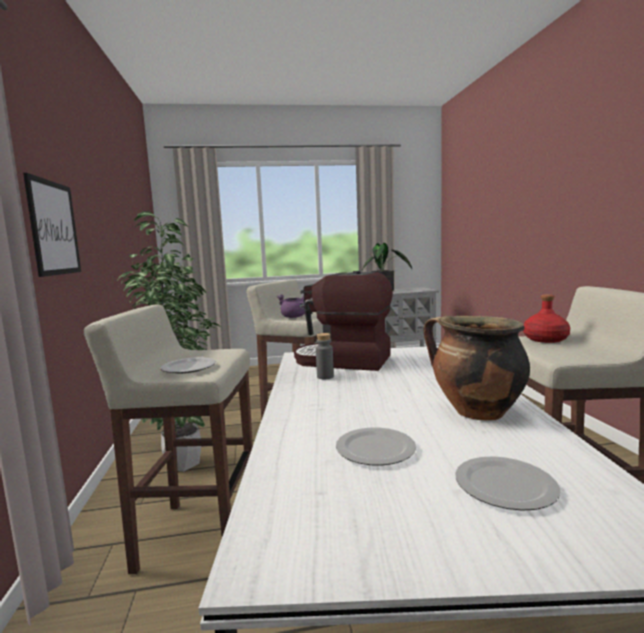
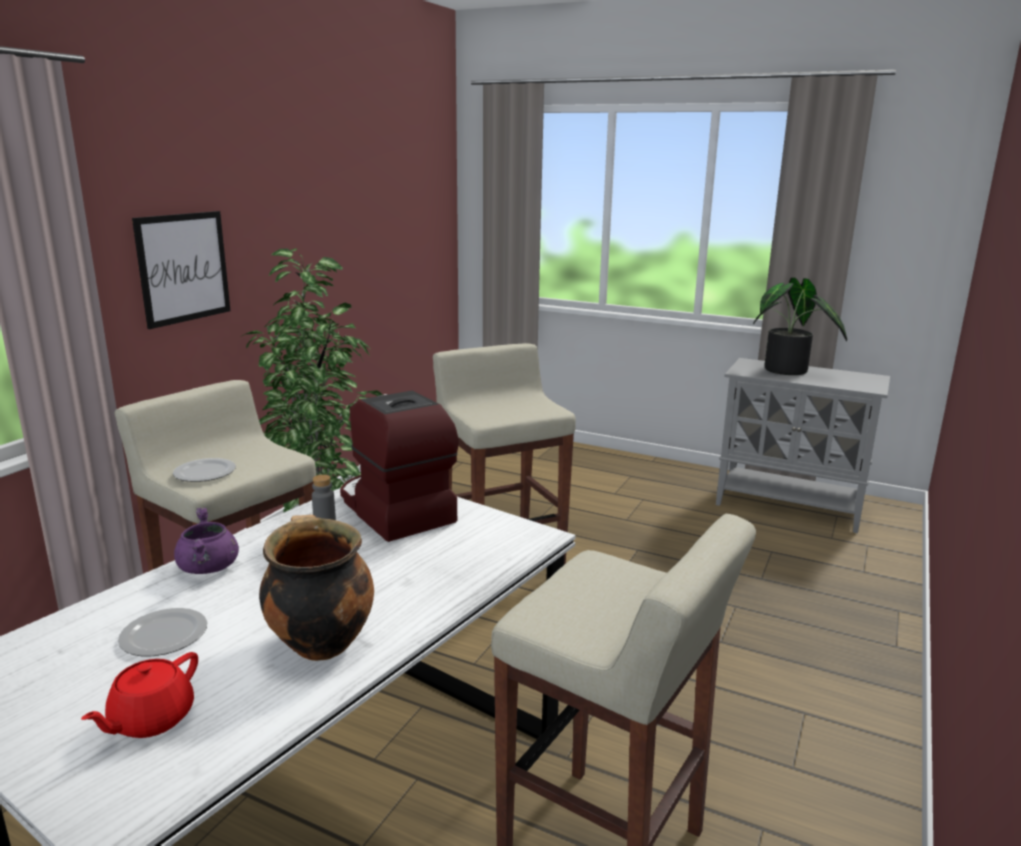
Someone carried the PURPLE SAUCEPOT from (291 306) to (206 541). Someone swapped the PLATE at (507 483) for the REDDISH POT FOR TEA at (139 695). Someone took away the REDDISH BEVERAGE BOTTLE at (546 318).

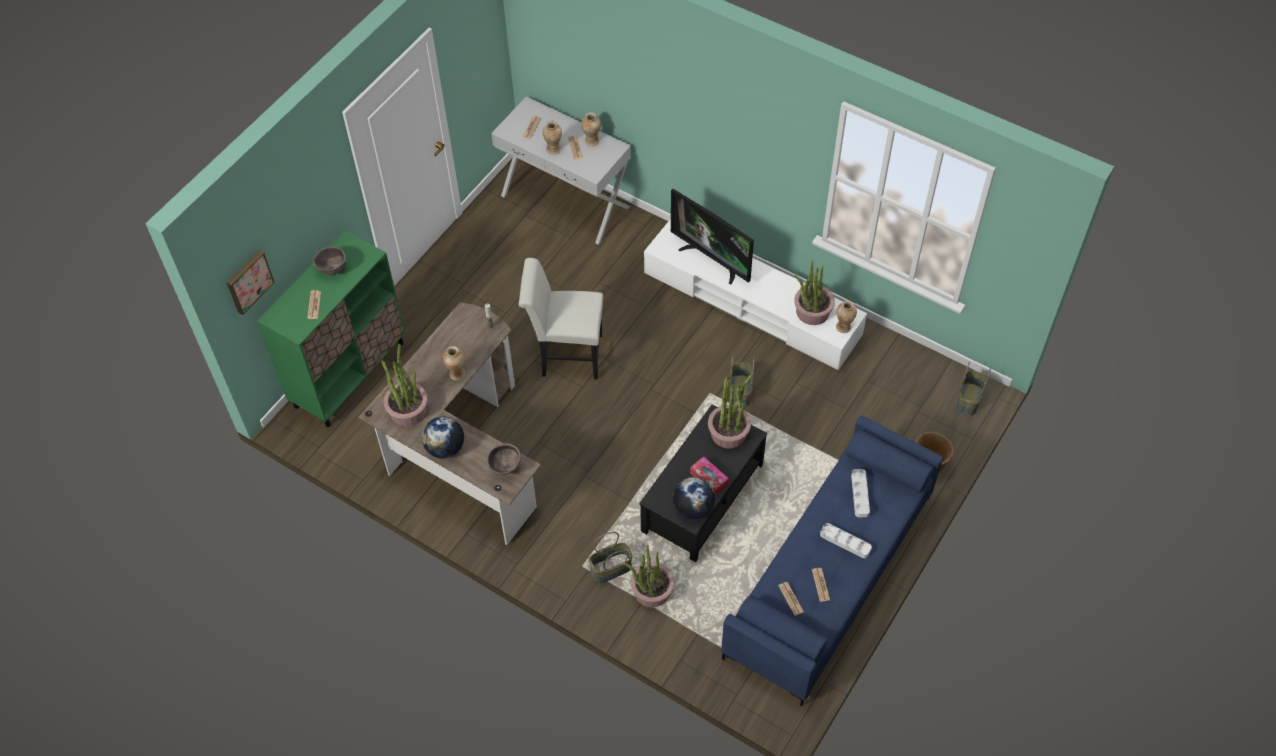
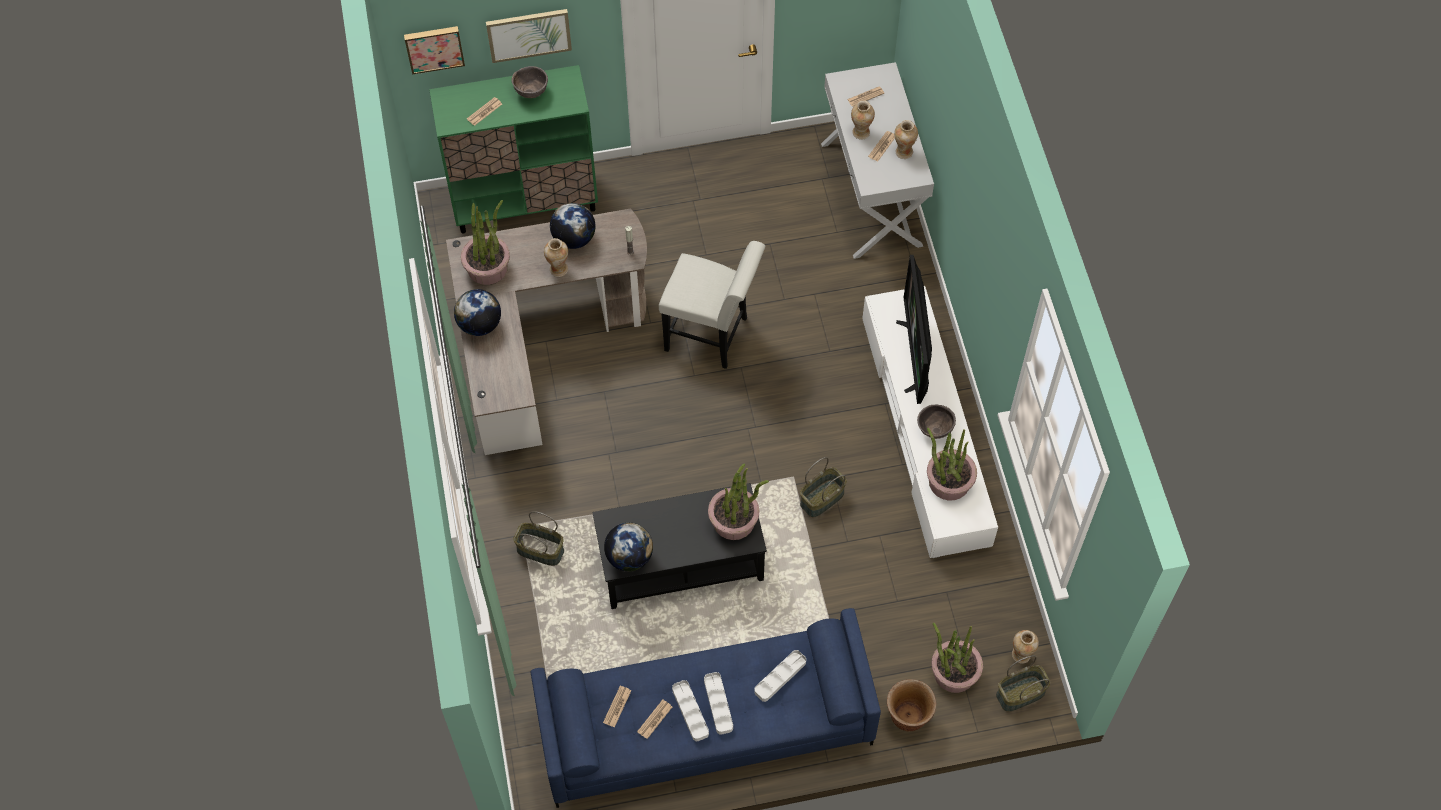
Someone carried the BROWN BOWL from (504 459) to (936 422). Someone rotated the WHITE-COLOURED CHAIR at (561 319) by 150 degrees clockwise. Someone carried the PLANT IN A POT from (649 576) to (957 658). Someone took away the TISSUE HOLDER at (709 476). Someone carried the VASE from (846 316) to (1025 647). Someone put up the WALL PICTURE at (529 36). Someone put down the WORLD GLOBE at (573 226). Someone put down the WHITE-COLOURED SERVING TRAY at (690 710).

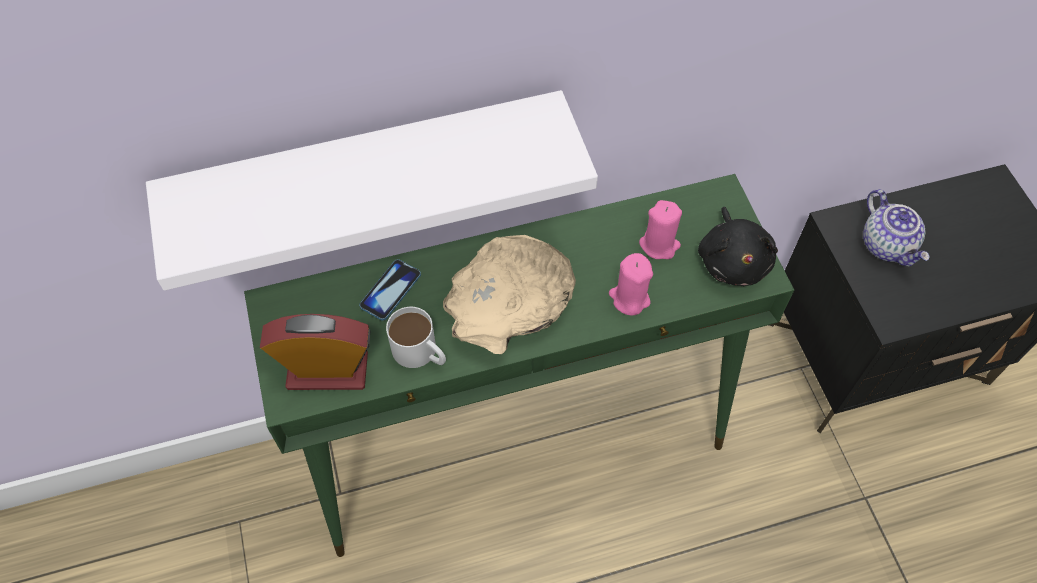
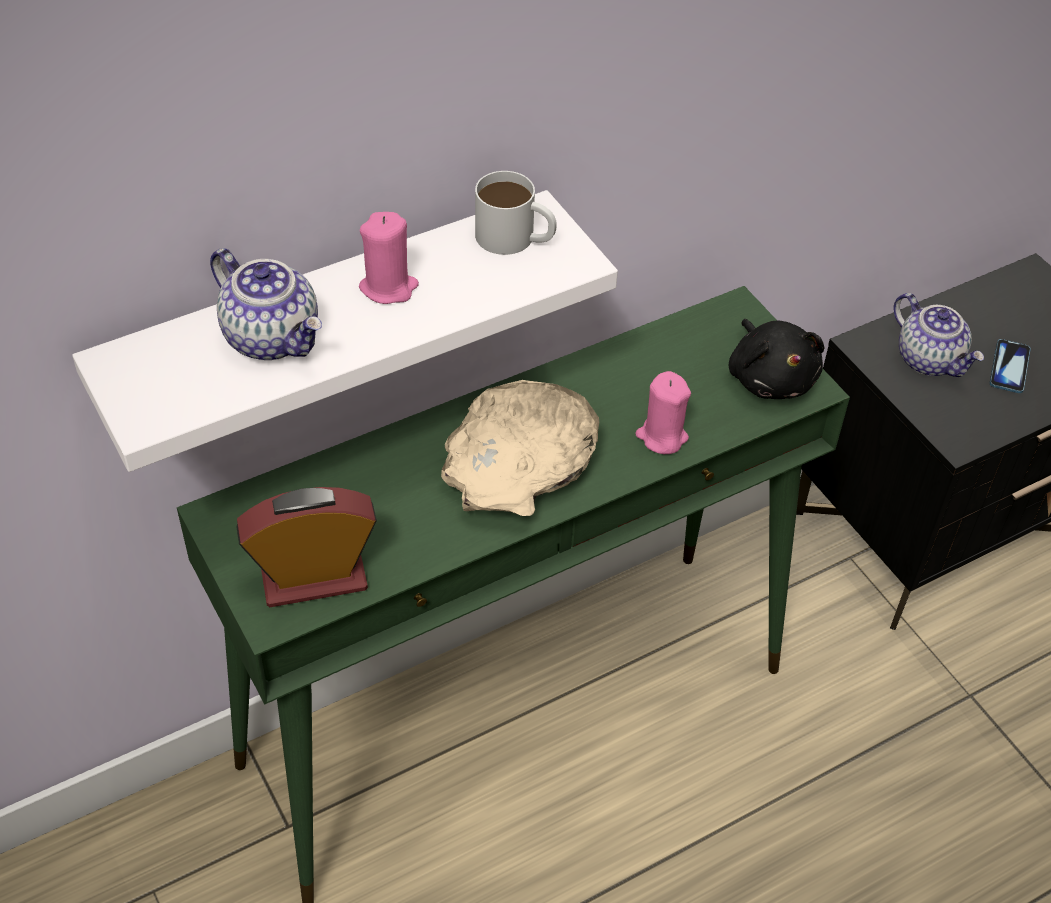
Someone carried the HANDSET from (390 290) to (1010 366). Someone carried the WHITE-COLOURED TEA MUG from (416 337) to (516 213). Someone carried the PINK CANDLE from (660 229) to (389 258). Someone put down the POT FOR TEA at (266 304).

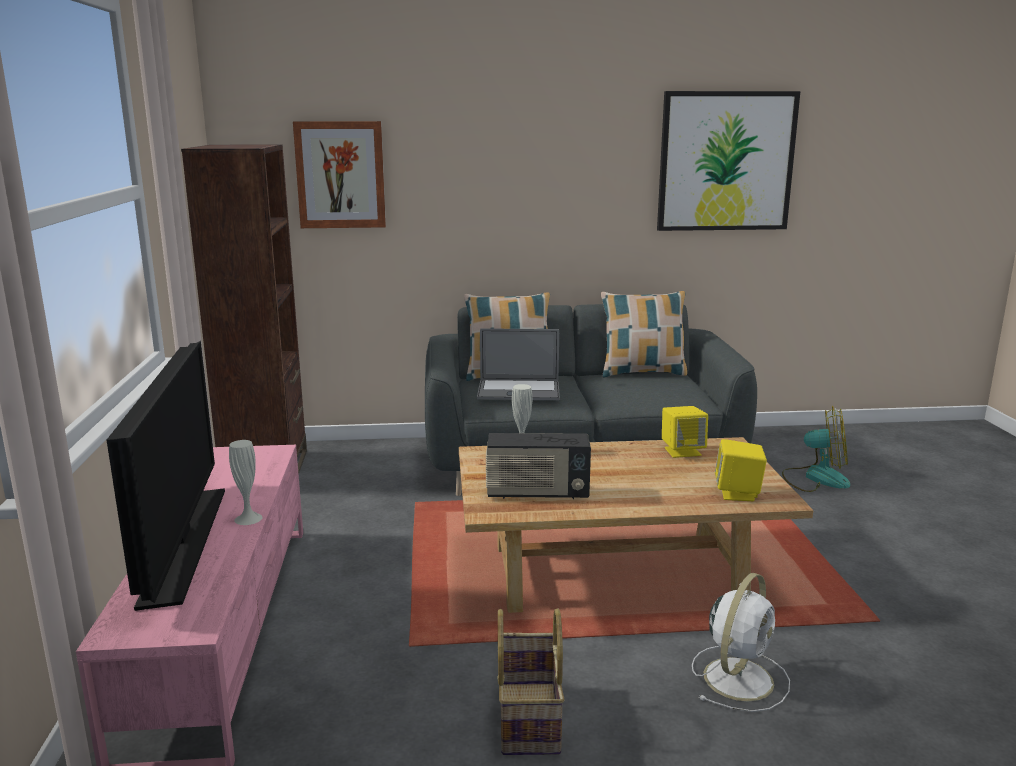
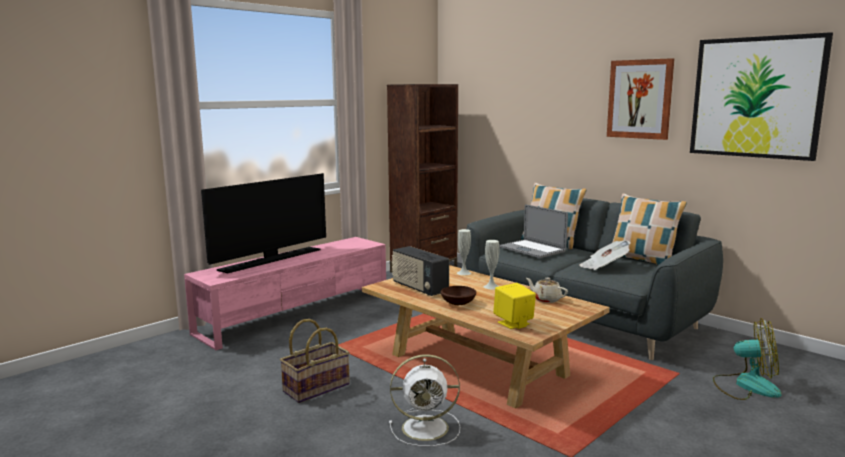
Someone carried the WHITE-COLOURED VASE from (246 482) to (492 264). Someone carried the WALL PICTURE from (339 174) to (640 99). Someone swapped the YELLOW AUDIO SPEAKER at (685 432) for the BEIGE-COLOURED POT FOR TEA at (547 290). Someone rotated the COOLING FAN at (816 449) by 45 degrees counterclockwise. Someone put down the BROWN BOWL at (458 295). Someone put down the NEWSPAPER at (605 255).

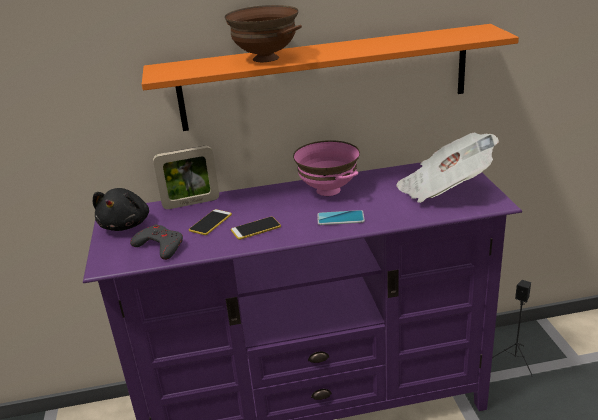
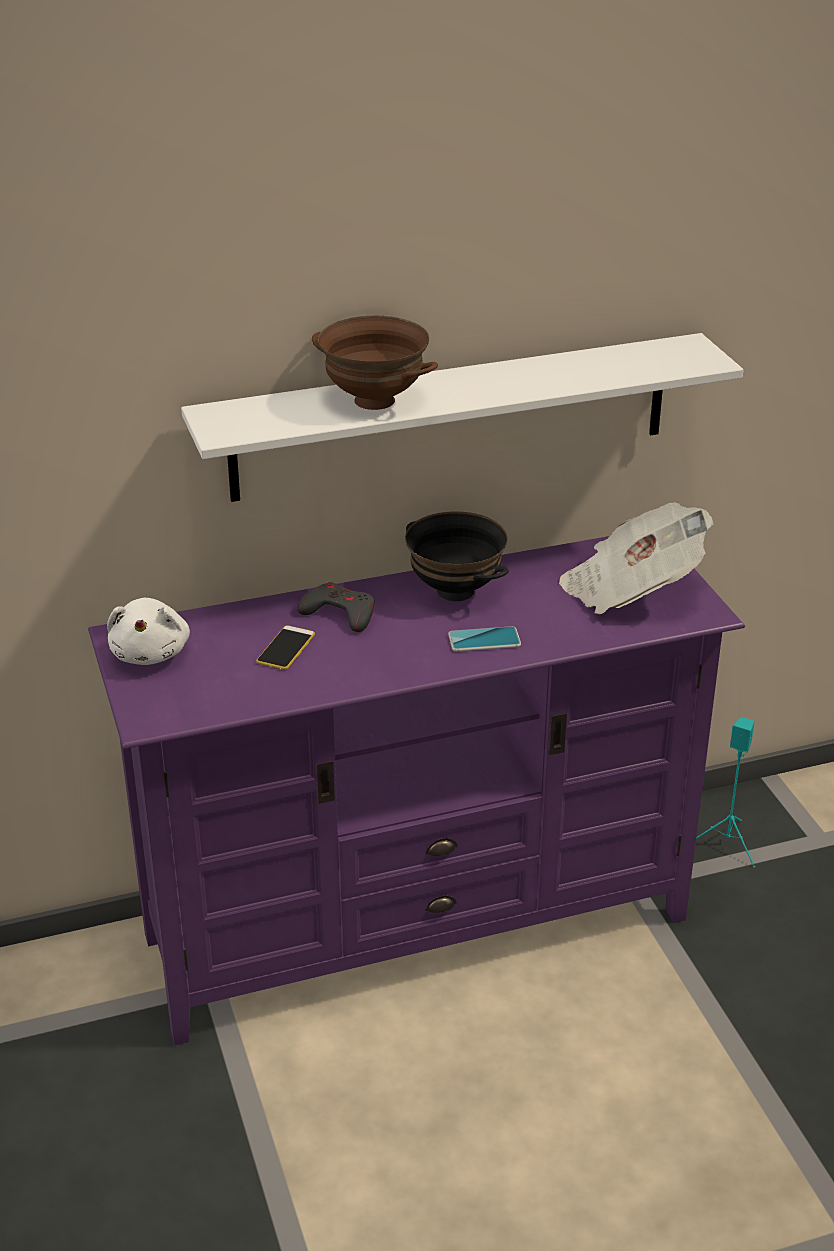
Someone repainted the BLACK-COLOURED CUDDLY TOY at (121 209), which became the WHITE-COLOURED CUDDLY TOY at (148 631). Someone carried the GRAY JOYPAD from (156 242) to (336 607). Someone repainted the ORANGEY SHELF at (330 77), which became the WHITE-COLOURED SHELF at (462 417). Someone took away the PHOTO FRAME at (186 177). Someone took away the HANDSET at (256 228). Someone repainted the PINK BOWL at (326 168), which became the BLACK-COLOURED BOWL at (457 556). Someone repainted the BLACK-COLOURED AUDIO SPEAKER at (512 328), which became the TURQUOISE-COLOURED AUDIO SPEAKER at (725 792).

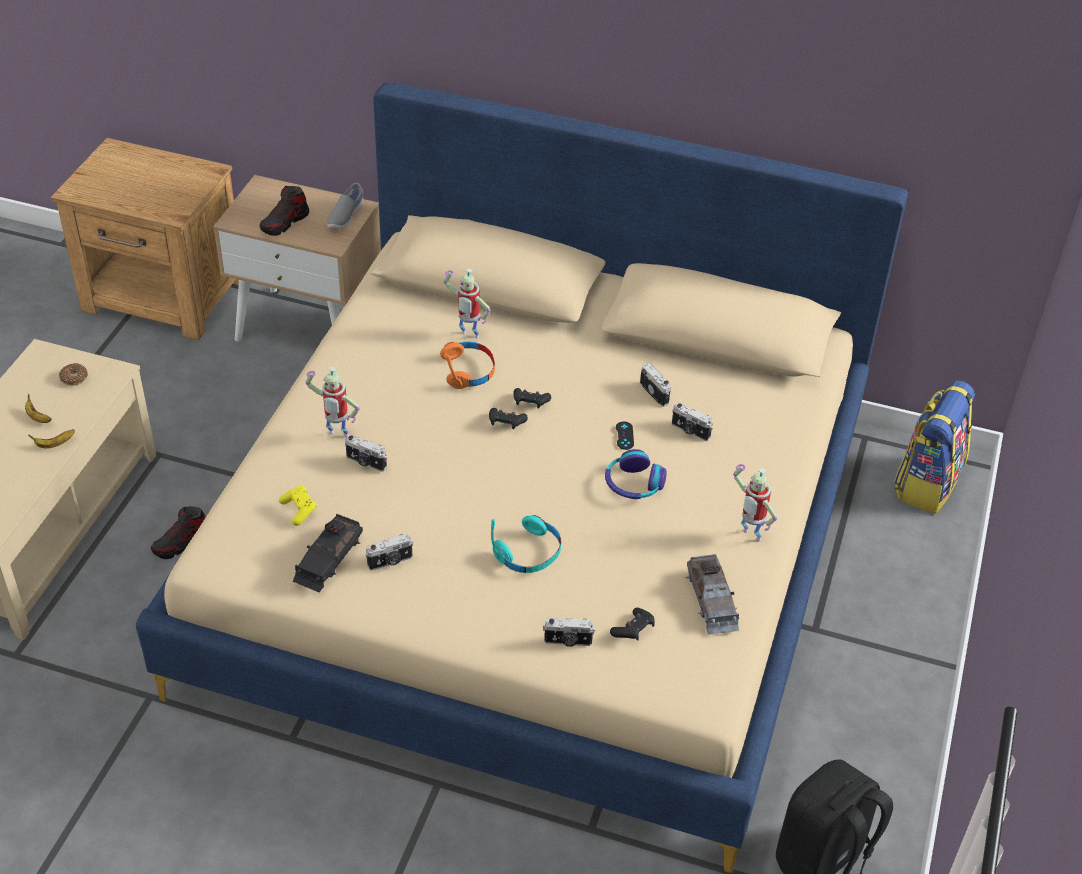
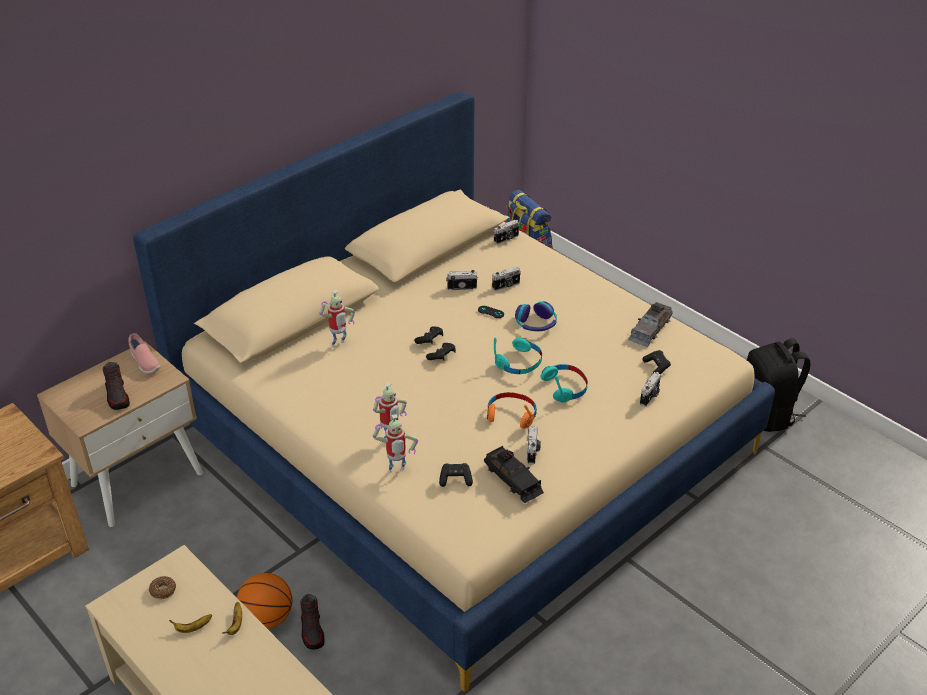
Someone repainted the YELLOW JOYPAD at (298 506), which became the BLACK-COLOURED JOYPAD at (456 475). Someone repainted the GRAY ITEM OF FOOTWEAR at (345 206), which became the PINK ITEM OF FOOTWEAR at (144 353). Someone carried the STILL CAMERA from (366 453) to (506 232). Someone carried the ORANGEY PAIR OF HEADPHONES from (467 365) to (512 410). Someone rotated the GRAY MODEL CAR at (712 594) by 105 degrees clockwise. Someone carried the MODEL ROBOT from (755 503) to (395 443). Someone put down the BALL FOR BASKETBALL at (264 601). Someone put down the TURQUOISE-COLOURED PAIR OF HEADPHONES at (518 355).

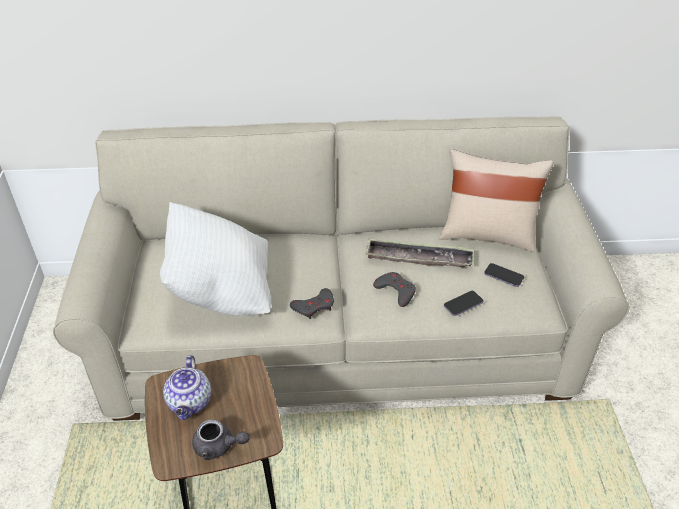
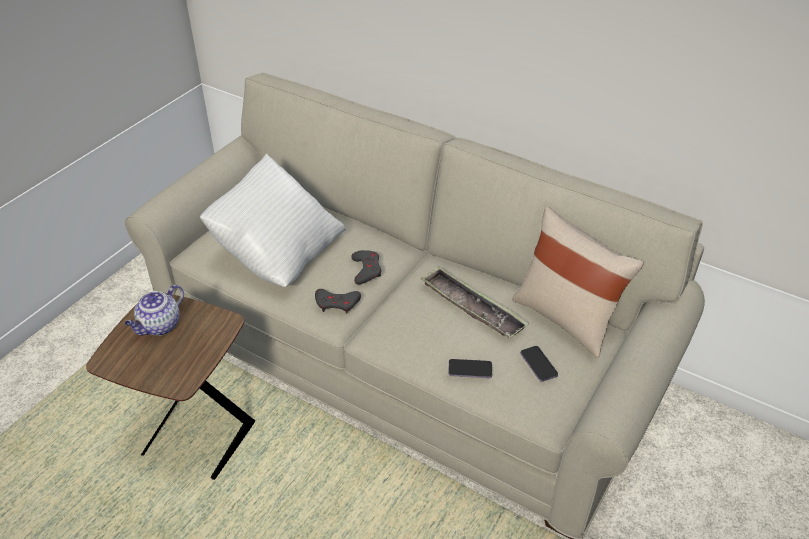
Someone took away the GRAY POT FOR TEA at (220 439). Someone carried the GRAY JOYPAD from (394 289) to (366 267).

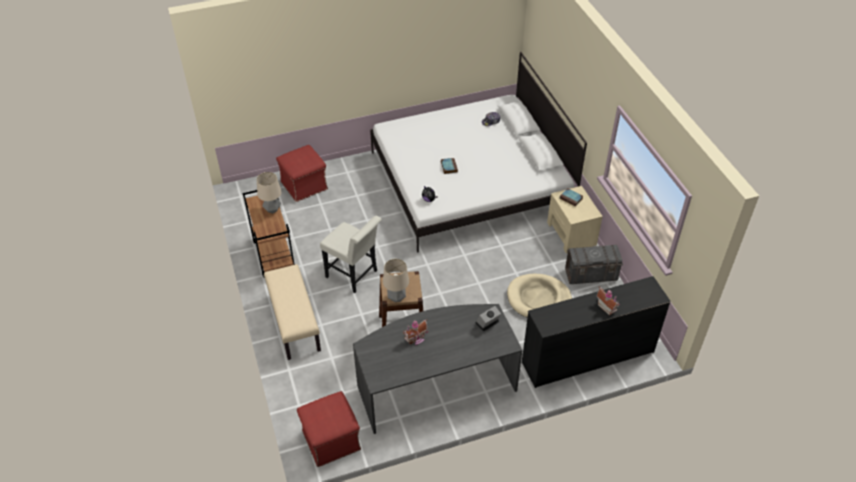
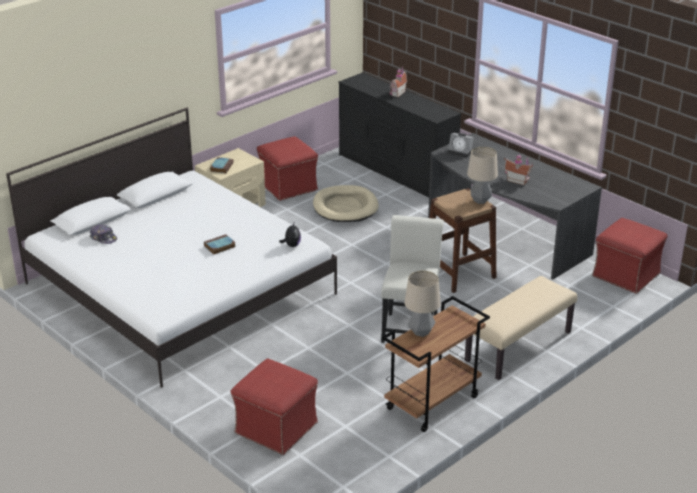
Someone swapped the GRAY STORAGE BOX at (594 264) for the REDDISH POUFFE at (287 168).

